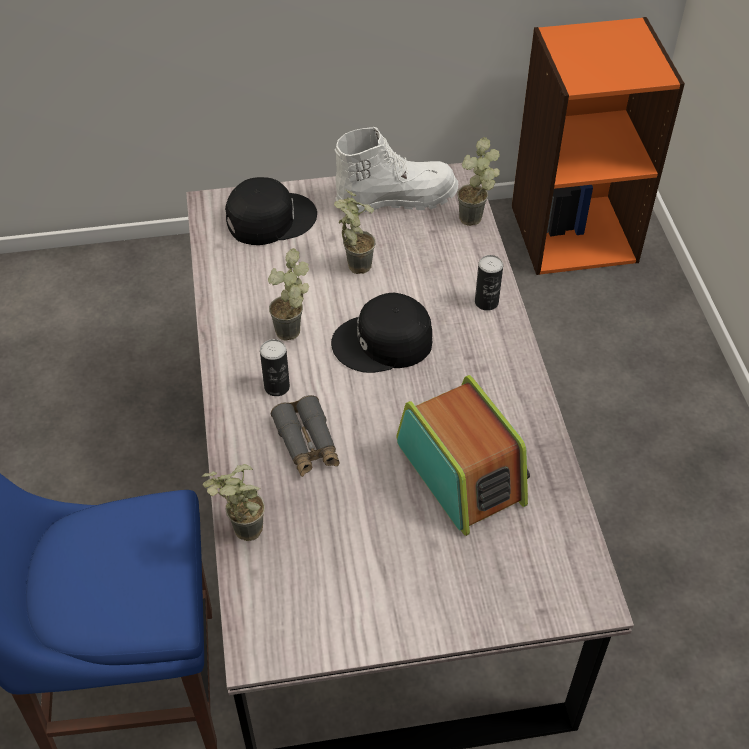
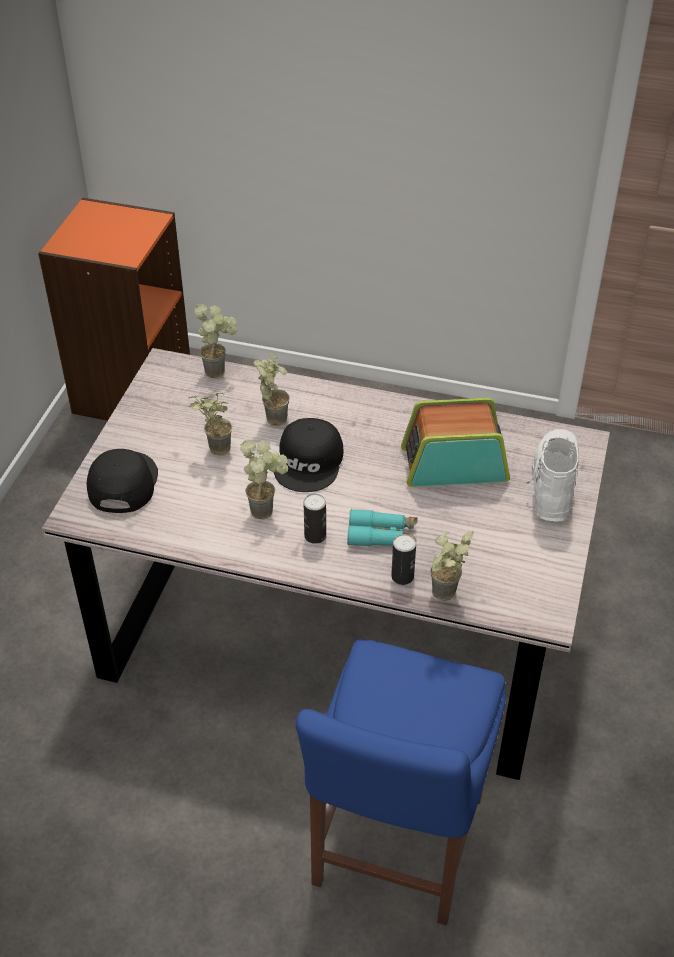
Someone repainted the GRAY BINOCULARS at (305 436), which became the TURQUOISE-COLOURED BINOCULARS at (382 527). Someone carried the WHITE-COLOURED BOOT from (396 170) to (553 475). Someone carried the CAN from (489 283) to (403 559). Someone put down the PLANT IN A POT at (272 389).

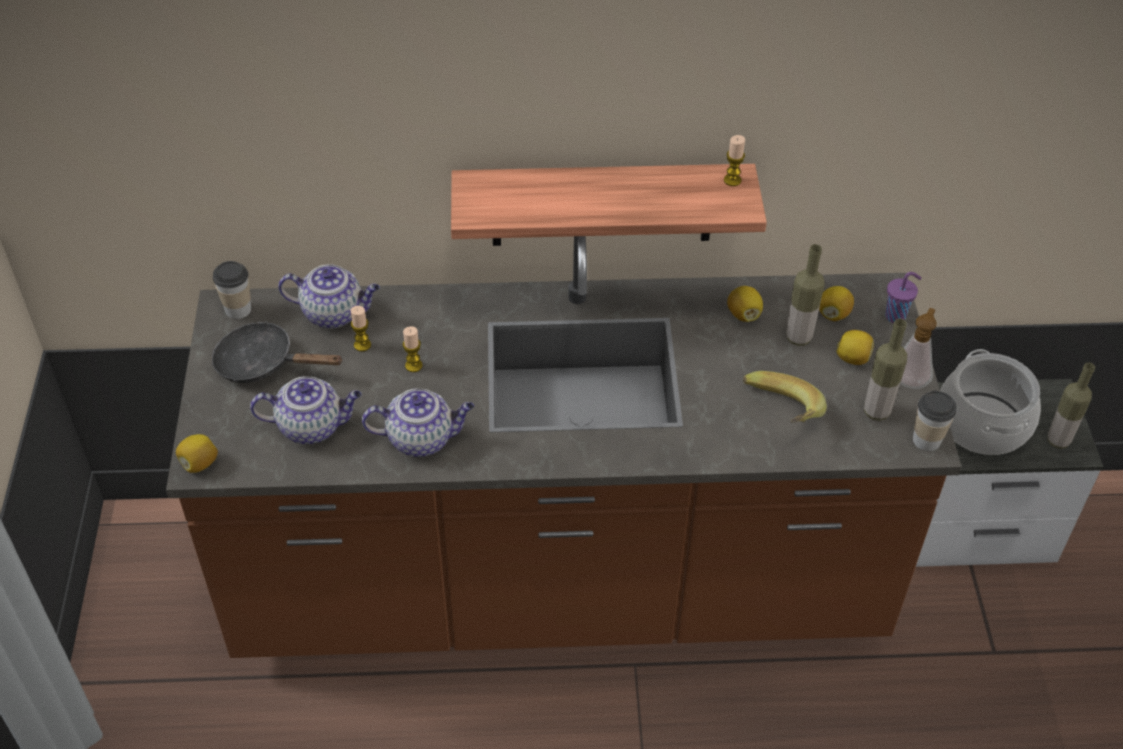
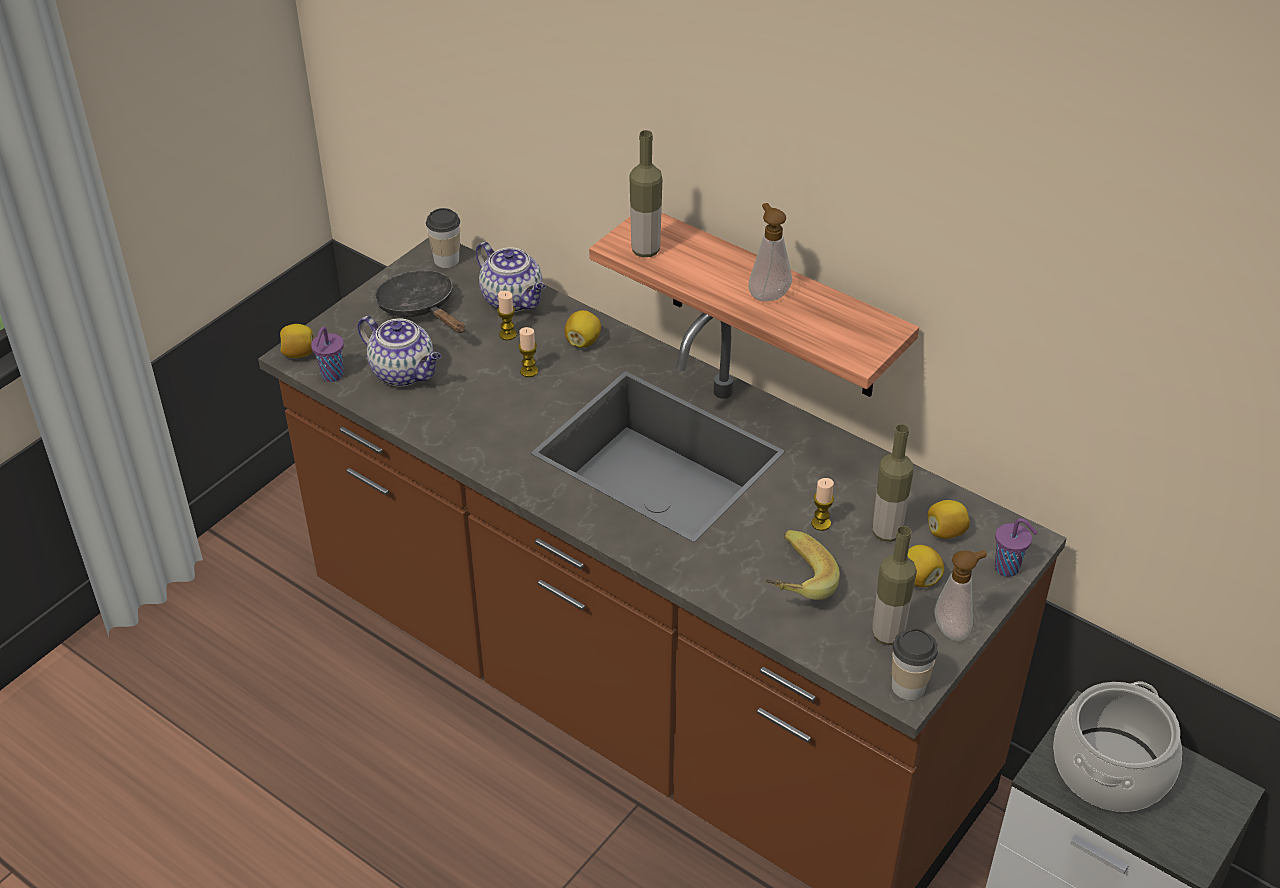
Someone took away the POT FOR TEA at (418 422). Someone carried the CANDLE from (734 160) to (822 504). Someone carried the CITRUS FRUIT from (745 304) to (582 329). Someone carried the BEVERAGE BOTTLE from (1071 405) to (645 193). Someone put down the PURPLE CUP at (327 354). Someone put down the SOAP BOTTLE at (770 252).

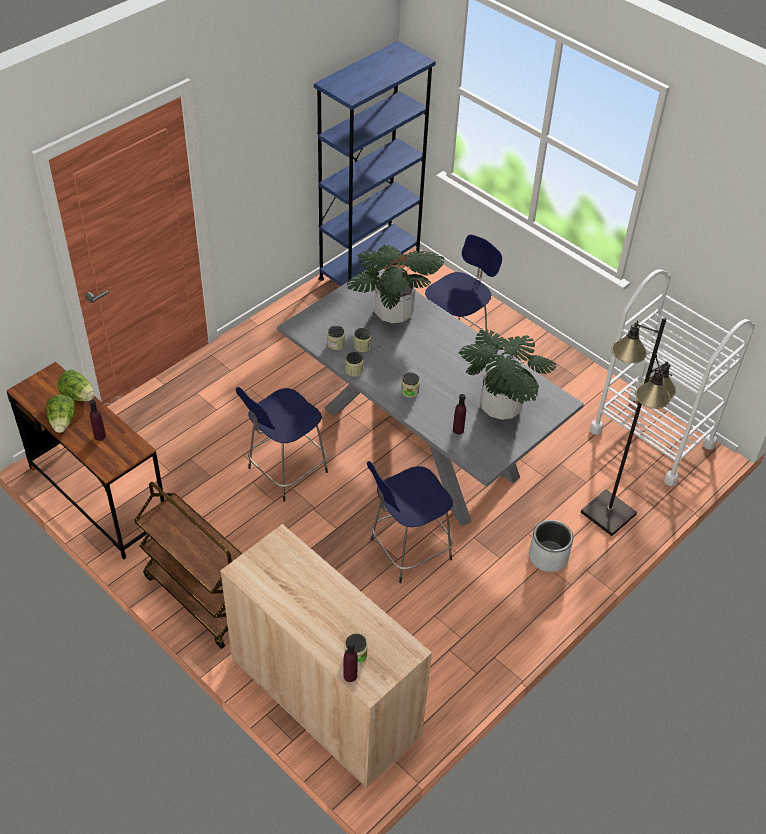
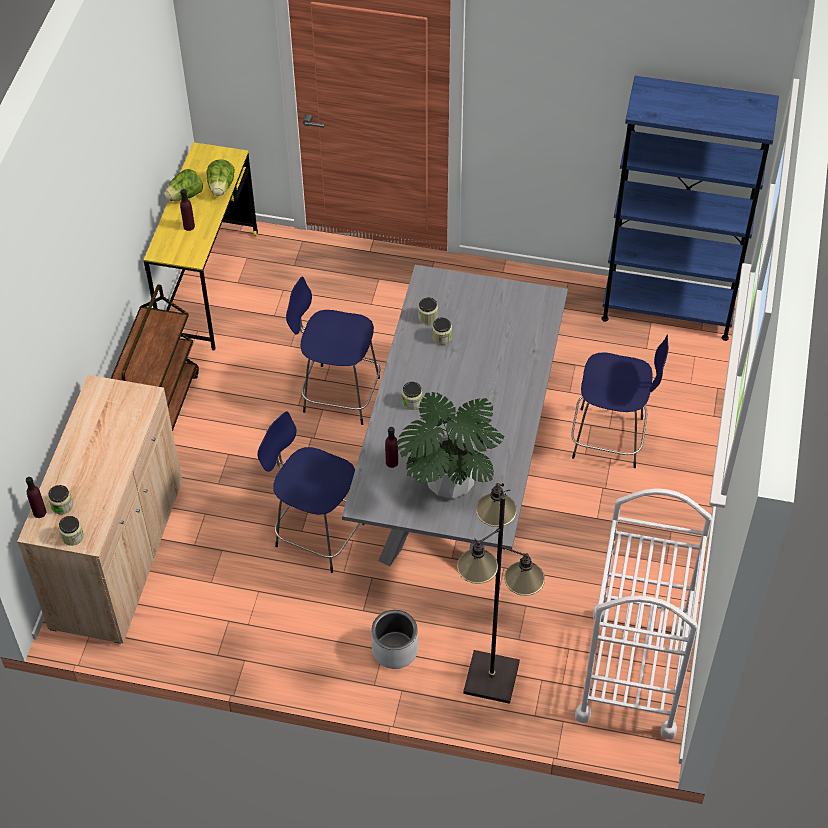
Someone repainted the BROWN DESK TABLE at (85 460), which became the YELLOW DESK TABLE at (201 246). Someone carried the PRESERVE JAR from (354 364) to (71 531). Someone took away the PLANT IN A POT at (396 284).

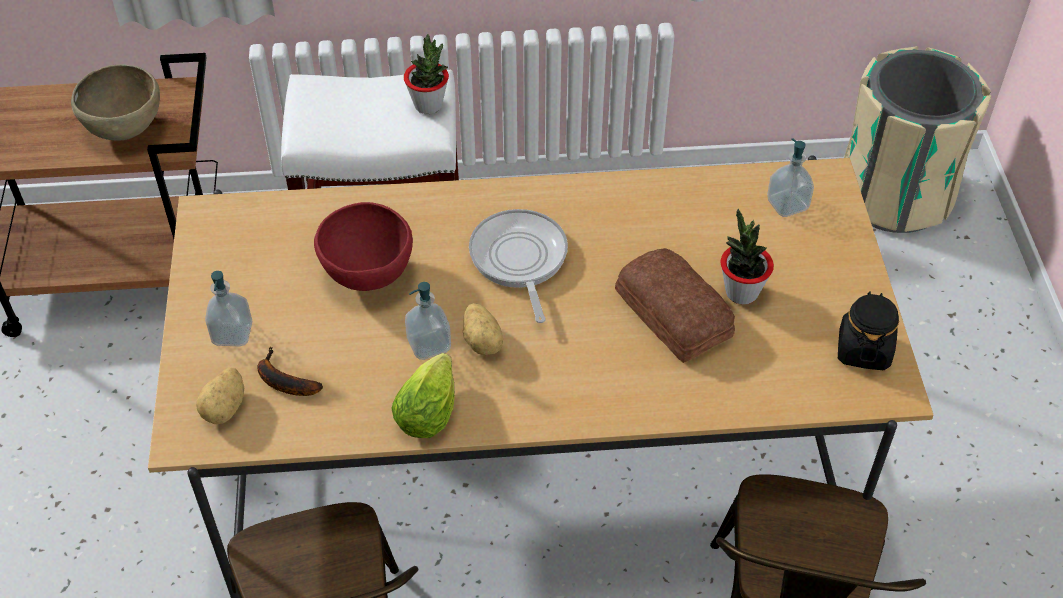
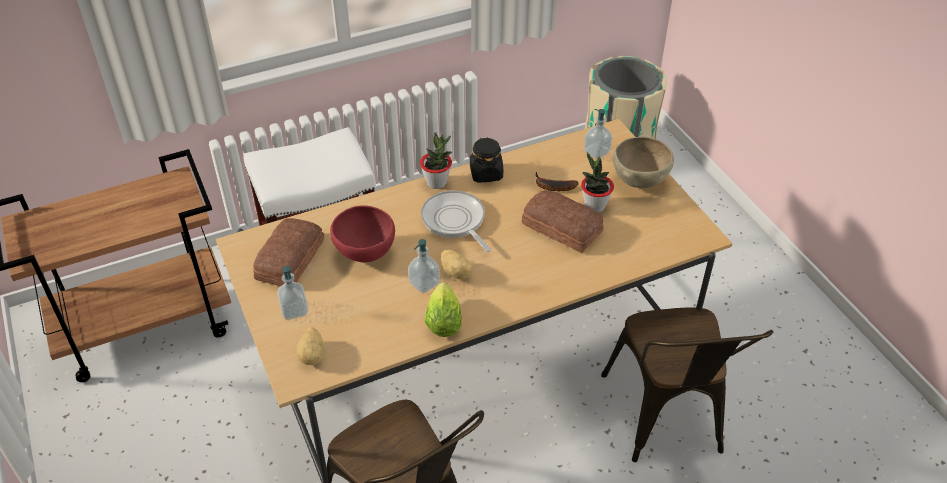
Someone carried the BROWN BOWL from (115 102) to (643 162). Someone carried the BANANA from (290 371) to (557 181). Someone carried the PLANT IN A POT from (426 74) to (436 160). Someone carried the BLACK-COLOURED PRESERVE JAR from (868 330) to (486 160). Someone put down the BAKERY BREAD at (288 252).

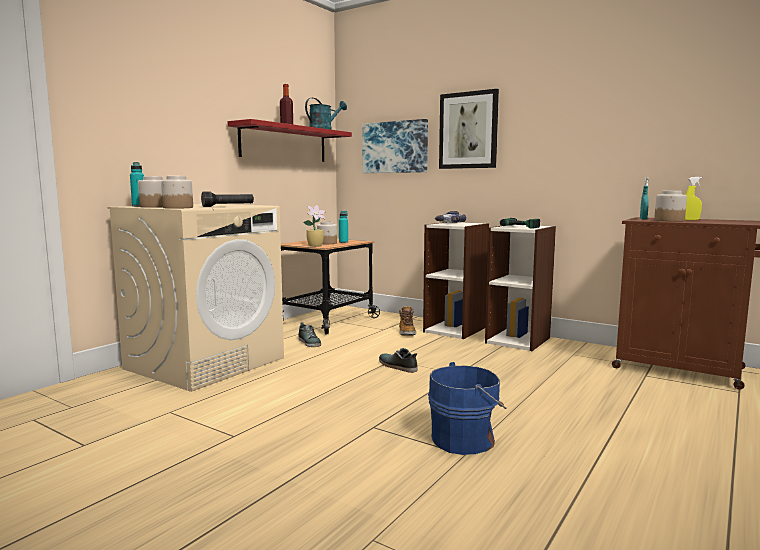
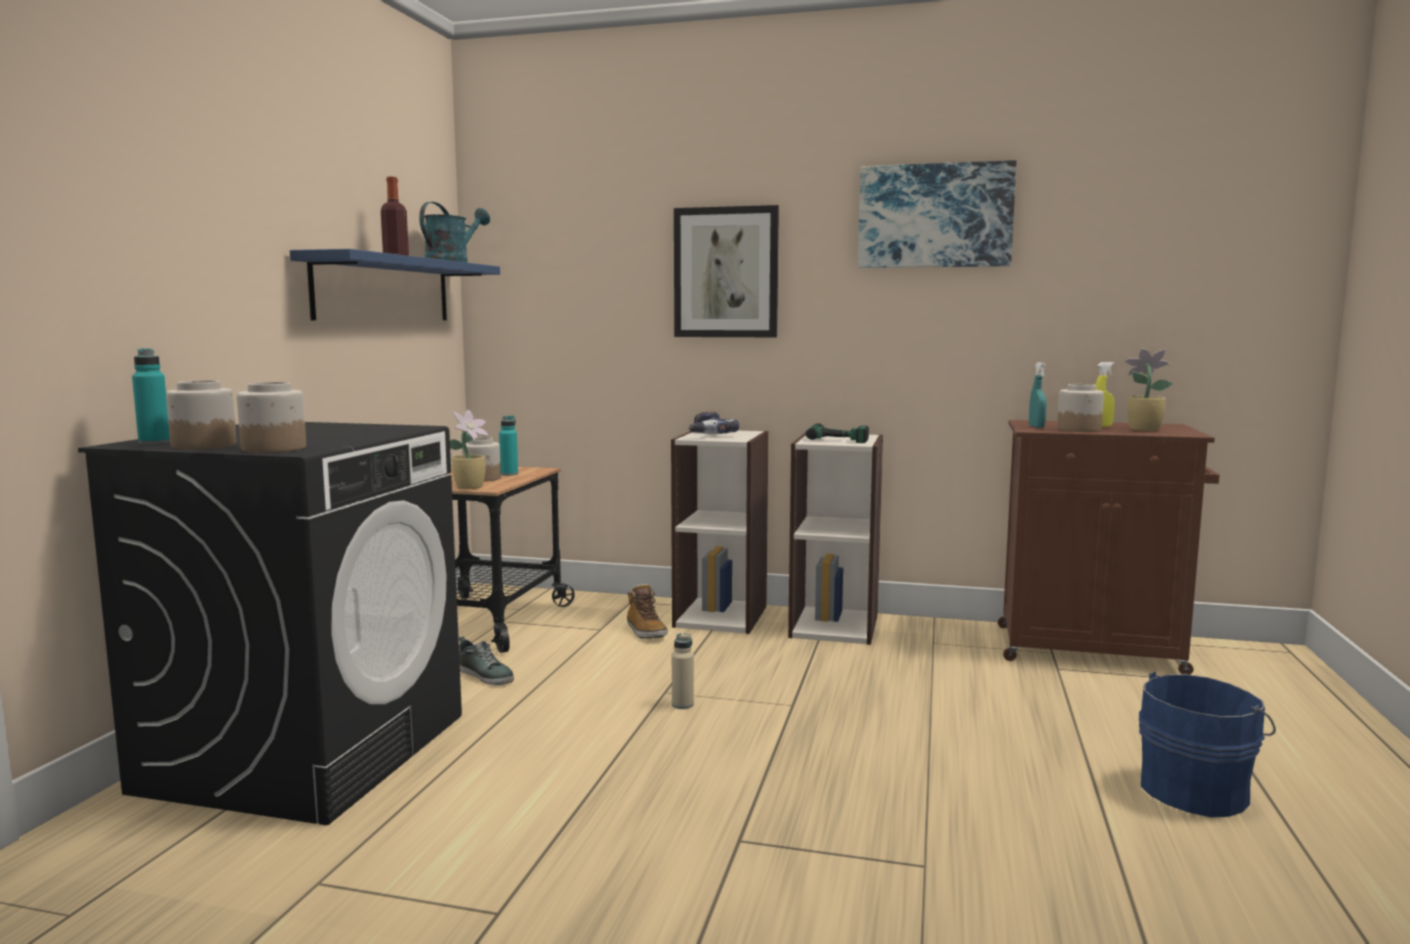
Someone repainted the BEIGE-COLOURED LAUNDRY APPLIANCE at (195 298), which became the BLACK-COLOURED LAUNDRY APPLIANCE at (270 623). Someone took away the BLACK-COLOURED FLASHLIGHT at (227 199). Someone repainted the REDDISH SHELF at (290 140), which became the BLUE-COLOURED SHELF at (395 284). Someone carried the WALL PICTURE from (395 146) to (937 214). Someone swapped the ITEM OF FOOTWEAR at (398 360) for the BEIGE-COLOURED BEVERAGE BOTTLE at (683 671). Someone carried the BLUE-COLOURED BUCKET from (467 408) to (1207 744). Someone put down the PLANT IN A POT at (1148 389).

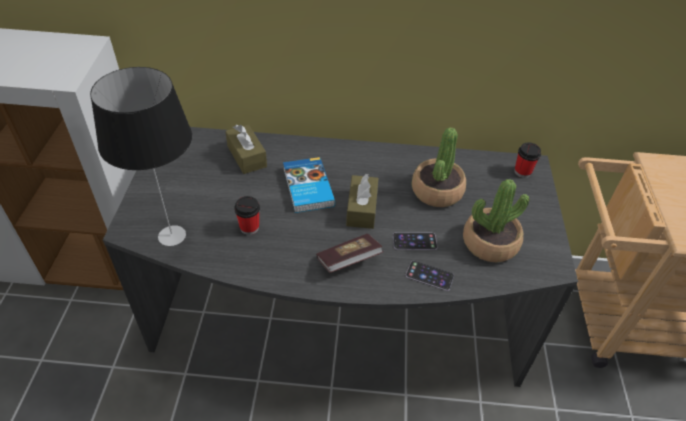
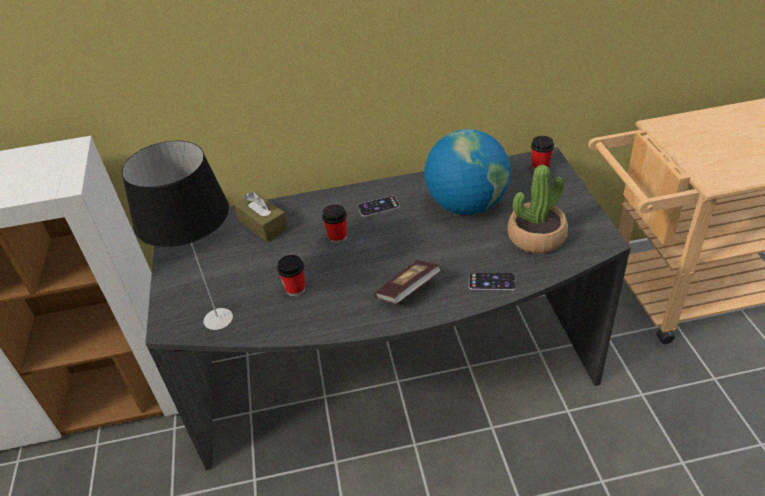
Someone swapped the BOUND BOOK at (309 185) for the CUP at (334 223). Someone took away the BROWN TISSUE HOLDER at (362 201). Someone carried the HANDSET from (415 241) to (378 206). Someone swapped the PLANT IN A POT at (439 167) for the WORLD GLOBE at (467 172).

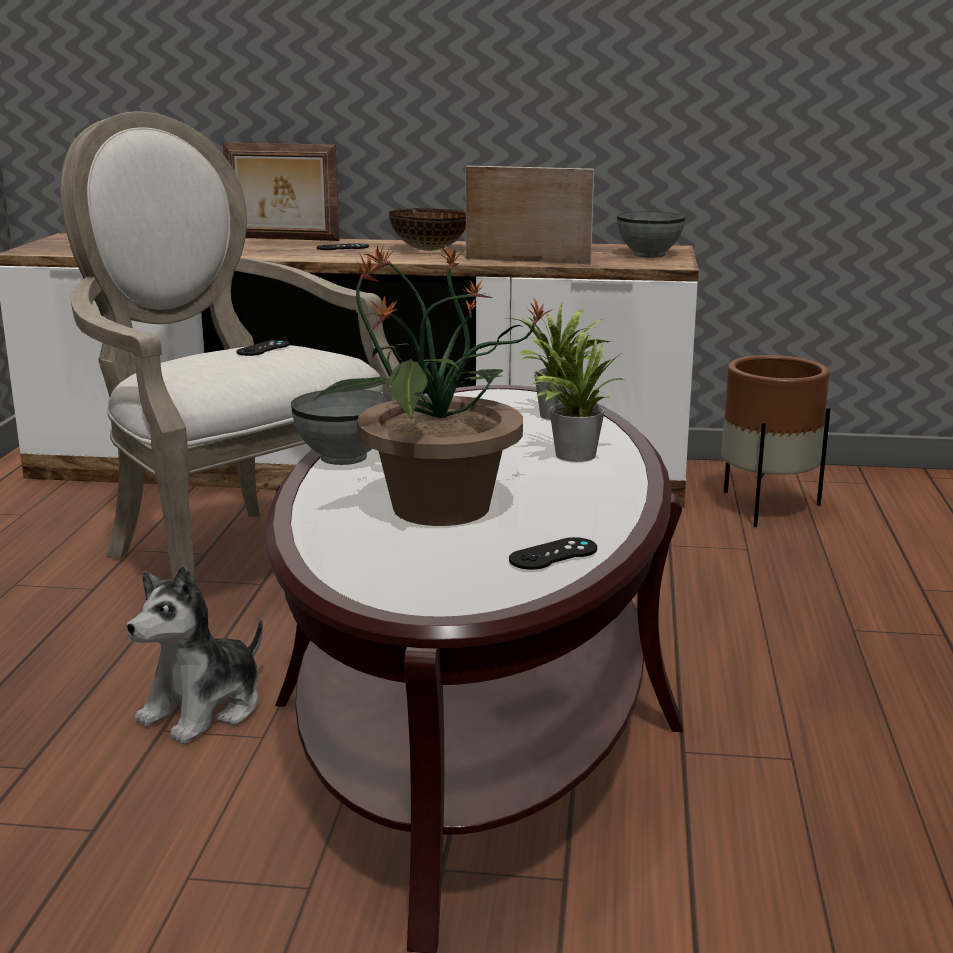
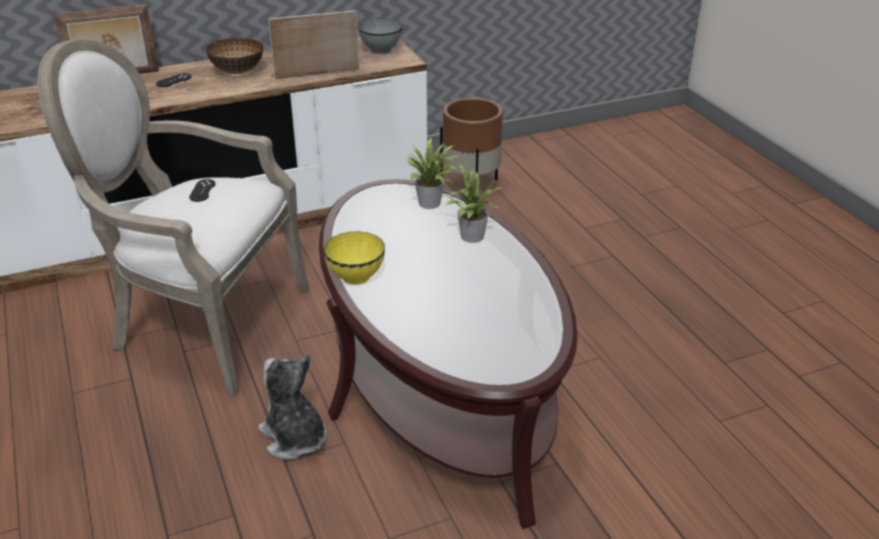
Someone rotated the CUDDLY TOY at (195 654) by 135 degrees clockwise. Someone repainted the GRAY BOWL at (341 427), which became the YELLOW BOWL at (354 258). Someone took away the PLANT IN A POT at (432 385). Someone took away the BLACK-COLOURED JOYPAD at (553 553).

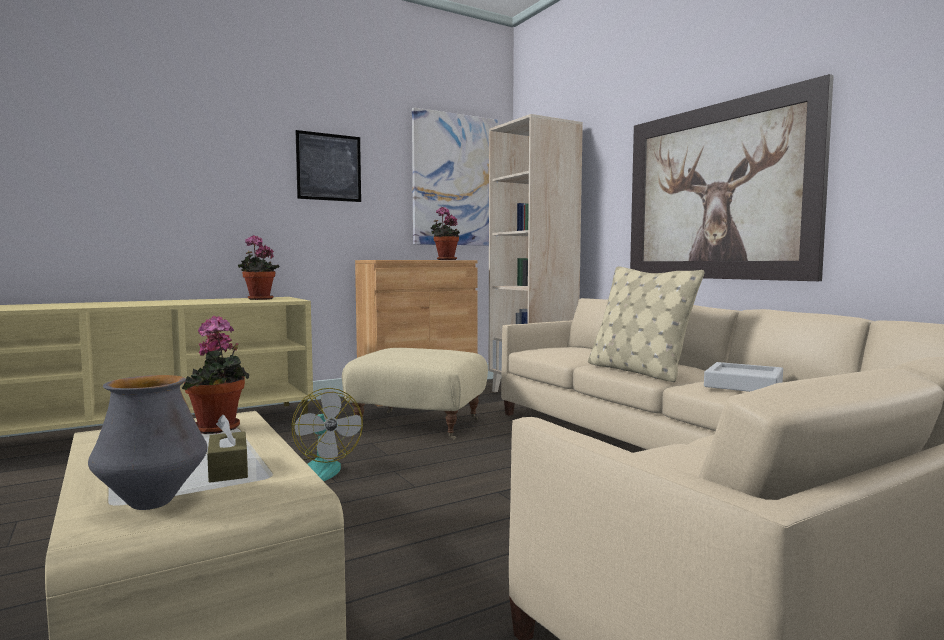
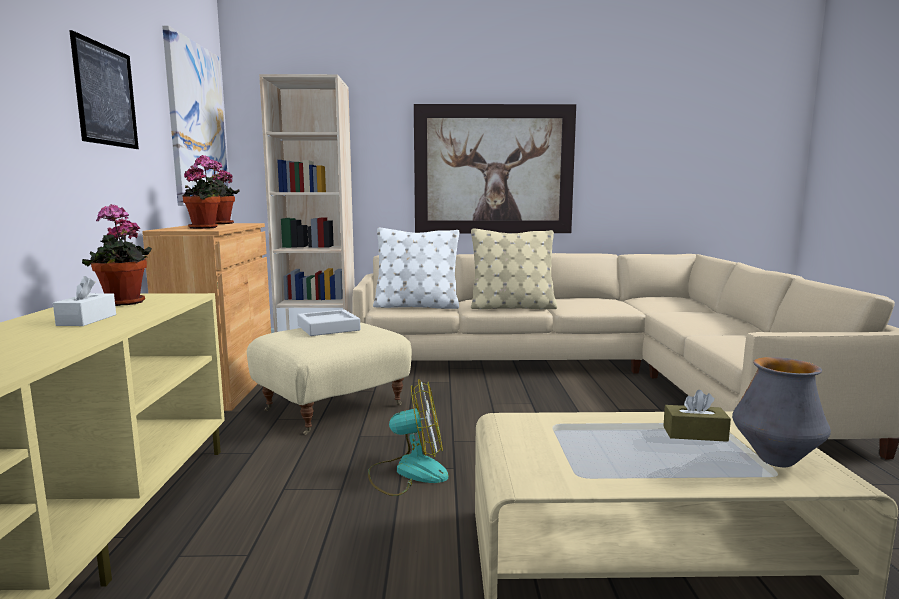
Someone carried the PLANT IN A POT from (215 375) to (203 192). Someone carried the GRAY SERVING TRAY from (743 377) to (329 322). Someone put down the WHITE-COLOURED TISSUE HOLDER at (84 301). Someone put down the WHITE-COLOURED THROW PILLOW at (416 268).

